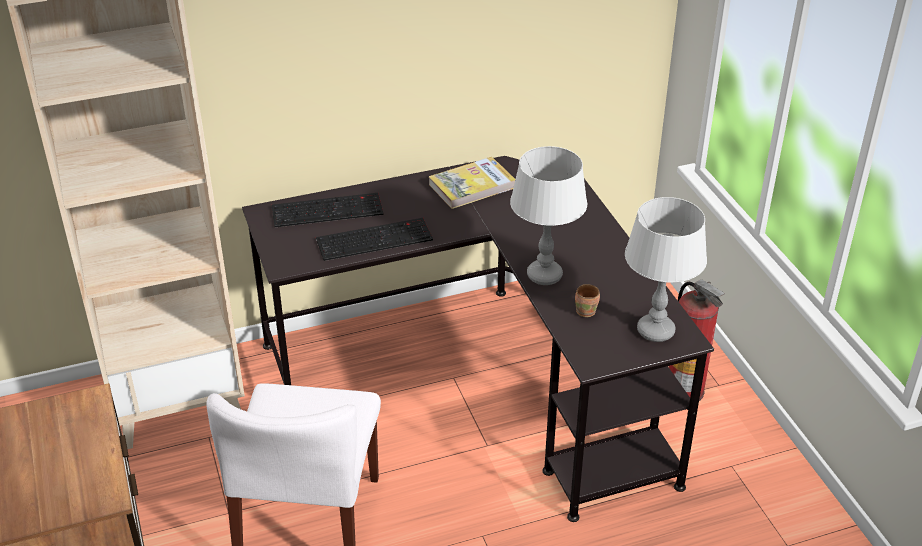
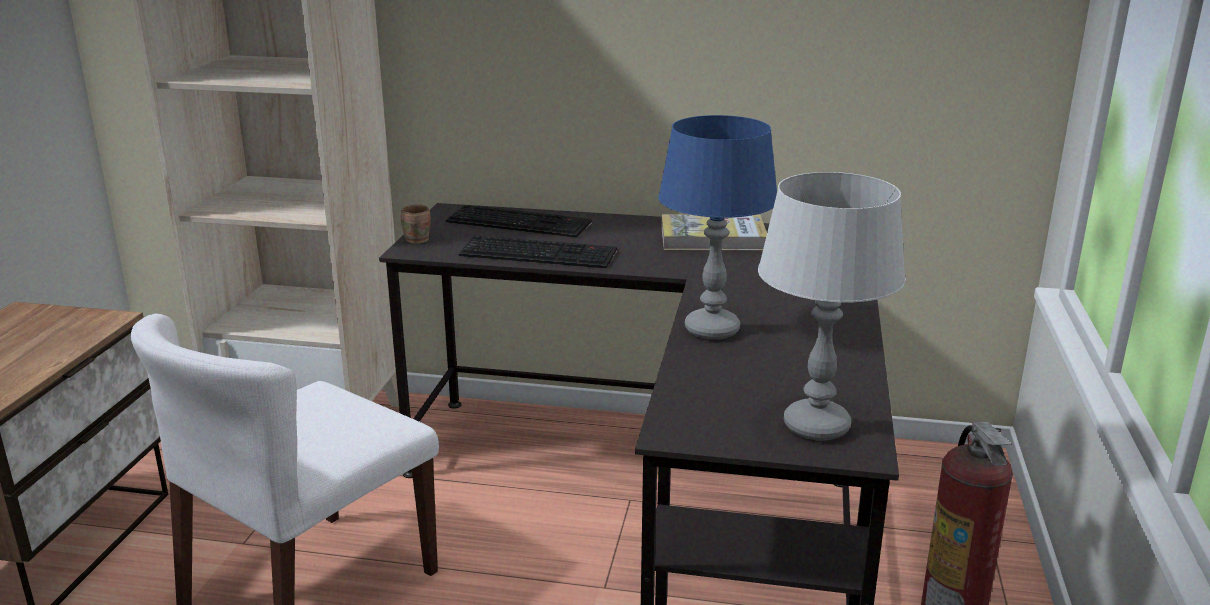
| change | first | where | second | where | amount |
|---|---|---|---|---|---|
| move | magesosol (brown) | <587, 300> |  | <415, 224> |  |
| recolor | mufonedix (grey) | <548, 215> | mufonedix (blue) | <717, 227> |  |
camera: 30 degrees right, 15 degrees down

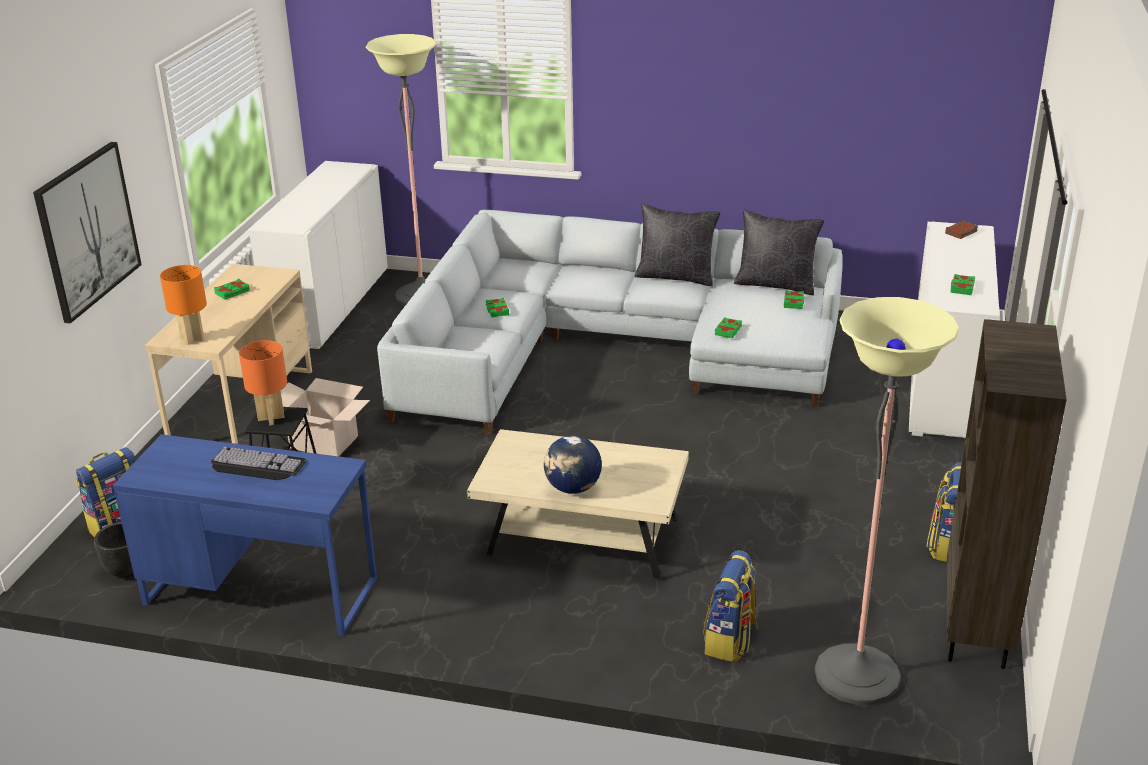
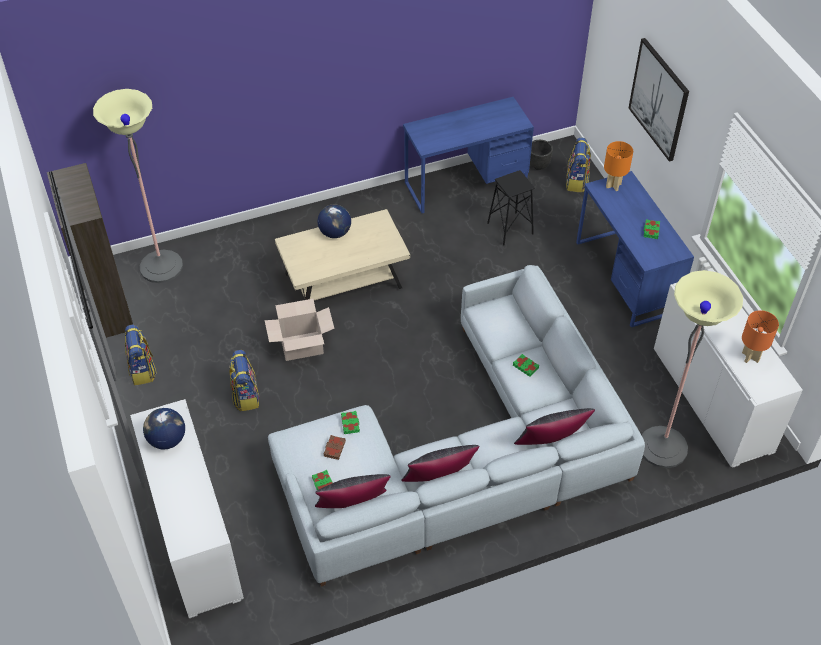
| change | first | where | second | where | amount |
|---|---|---|---|---|---|
| replace | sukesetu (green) | <963, 284> | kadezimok | <164, 428> |  |
| move | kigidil | <730, 606> |  | <244, 380> |  |
| move | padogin | <325, 417> |  | <300, 330> |  |
| move | sukesetu (brown) | <961, 229> |  | <334, 447> |  |
| insert |  |  | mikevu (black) | <554, 426> |  |
| recolor | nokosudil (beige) | <228, 354> | nokosudil (blue) | <635, 249> |  |
| move | mufonedix (orange) | <263, 382> |  | <760, 336> |  |
| delete | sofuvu | <259, 463> |  |  |  |
camera: 145 degrees right, 20 degrees up

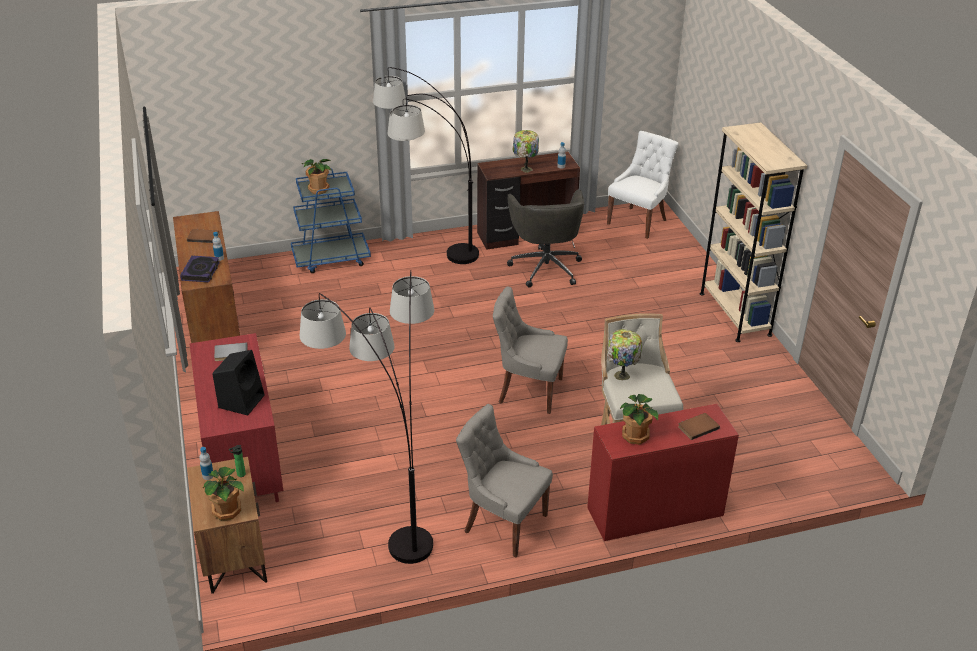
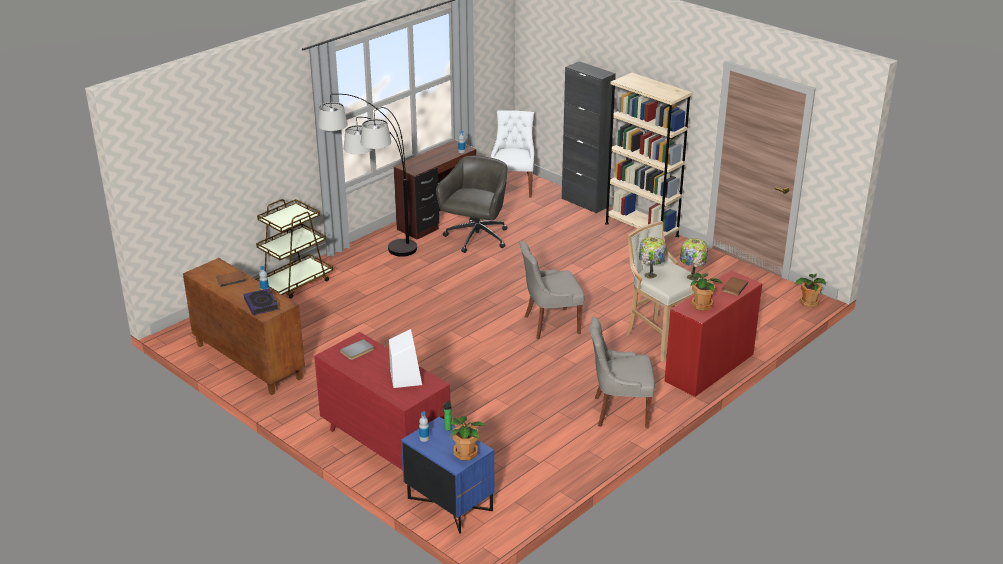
| change | first | where | second | where | amount |
|---|---|---|---|---|---|
| recolor | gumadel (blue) | <331, 221> | gumadel (brown) | <294, 249> |  |
| recolor | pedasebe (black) | <239, 383> | pedasebe (white) | <405, 358> |  |
| recolor | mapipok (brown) | <227, 525> | mapipok (blue) | <447, 475> |  |
| rotate | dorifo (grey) | <545, 238> |  | <471, 204> | 120 degrees counterclockwise |
| insert |  |  | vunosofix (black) | <589, 137> |  |
| move | mufonedix | <525, 151> |  | <694, 259> |  |
| move | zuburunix | <316, 177> |  | <810, 291> |  |
| delete | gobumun | <367, 417> |  |  |  |
camera: 30 degrees left, 5 degrees down

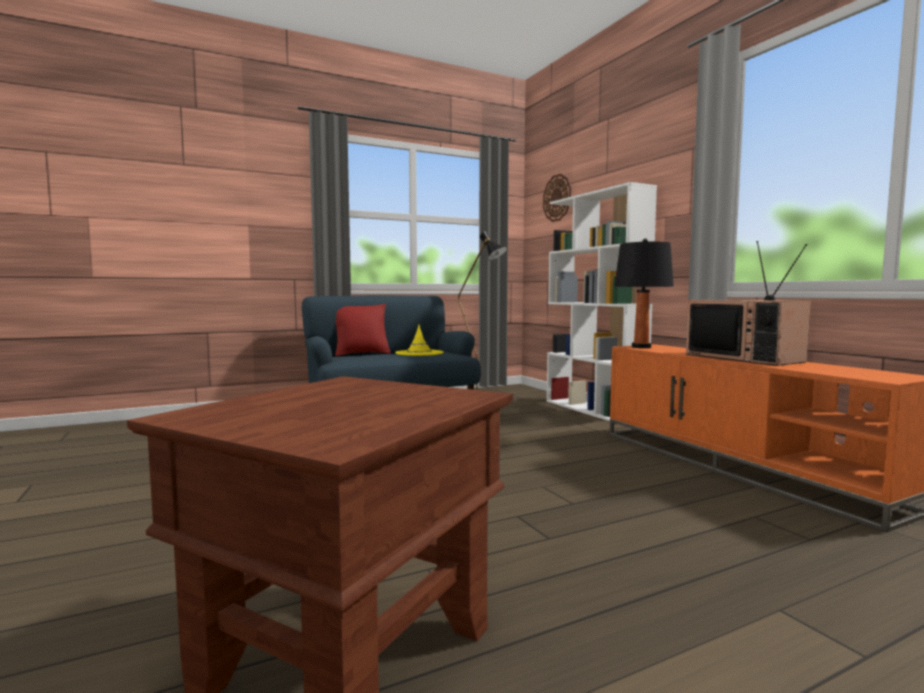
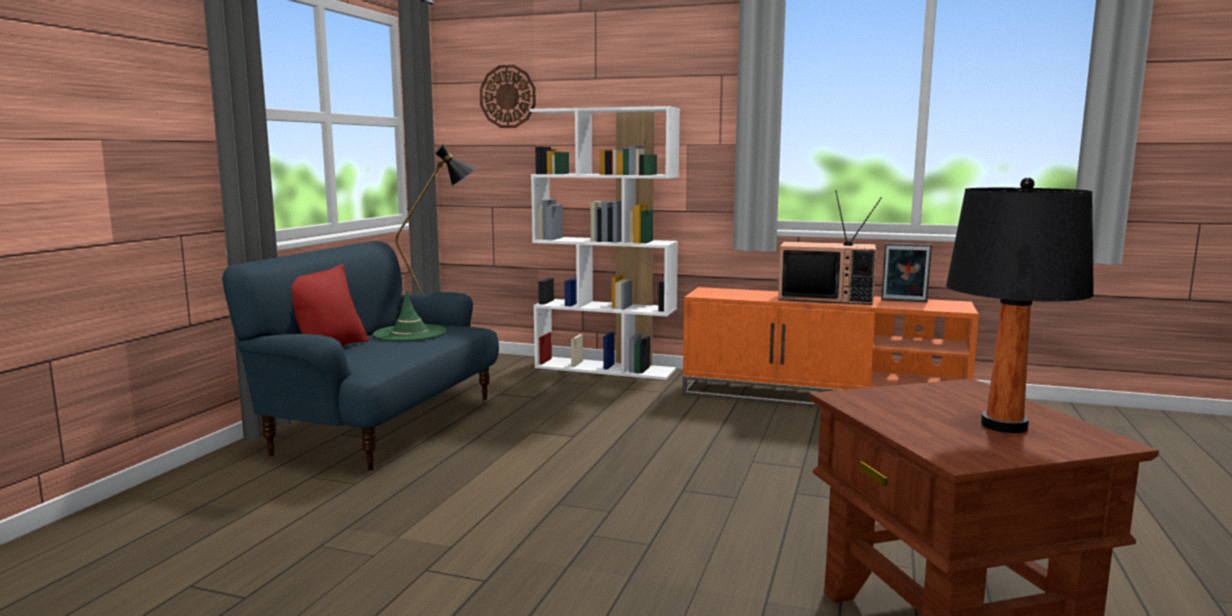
| change | first | where | second | where | amount |
|---|---|---|---|---|---|
| recolor | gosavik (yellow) | <419, 340> | gosavik (green) | <410, 315> |  |
| insert |  |  | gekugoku | <906, 272> |  |
| move | mufonedix (black) | <644, 293> |  | <1020, 305> |  |
camera: 45 degrees left, 5 degrees up

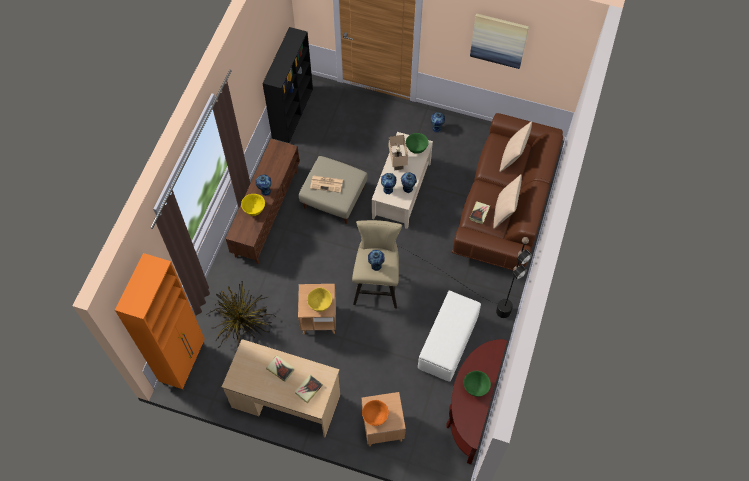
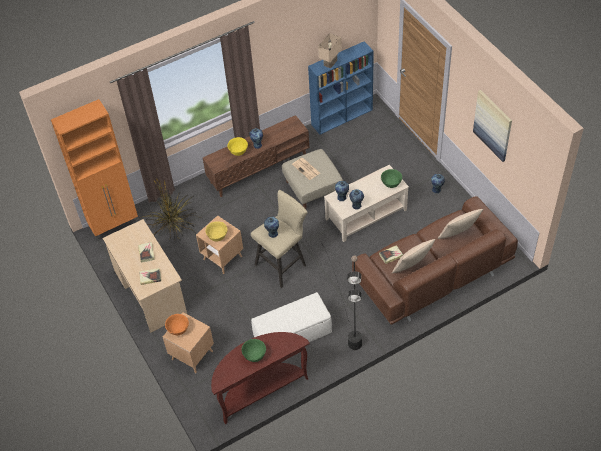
| change | first | where | second | where | amount |
|---|---|---|---|---|---|
| recolor | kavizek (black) | <288, 85> | kavizek (blue) | <341, 88> |  |
| move | mufonedix (beige) | <398, 152> |  | <330, 51> |  |
camera: 45 degrees right, 10 degrees down

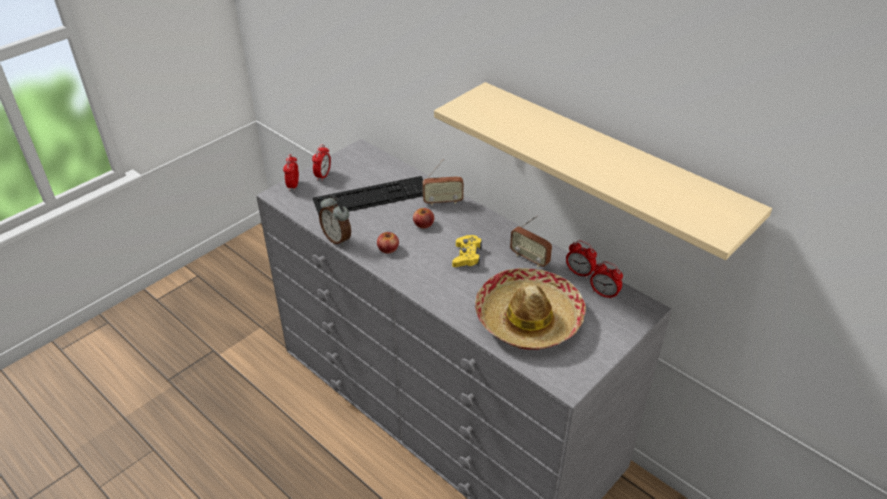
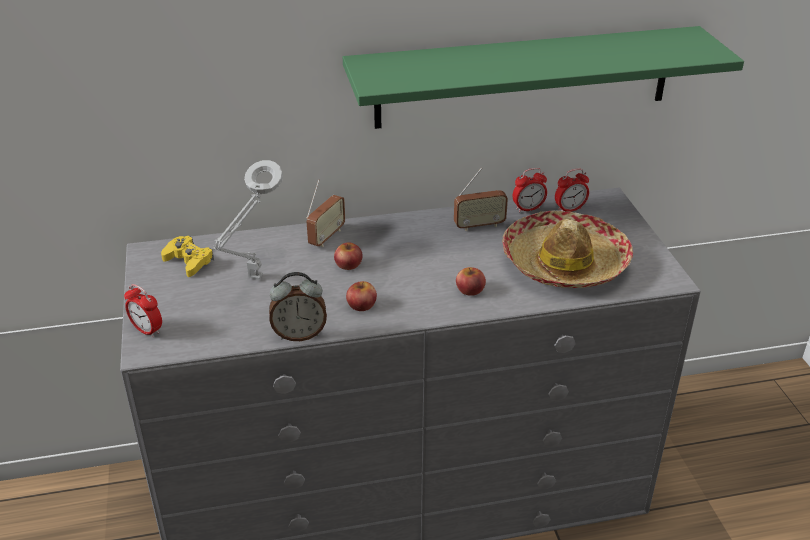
| change | first | where | second | where | amount |
|---|---|---|---|---|---|
| move | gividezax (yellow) | <467, 251> |  | <187, 256> |  |
| replace | sofuvu | <368, 195> | mufonedix (grey) | <247, 220> |  |
| recolor | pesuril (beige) | <603, 171> | pesuril (green) | <543, 77> |  |
| insert |  |  | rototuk | <471, 281> |  |
| delete | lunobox | <321, 162> |  |  |  |
camera: 55 degrees left, 5 degrees down

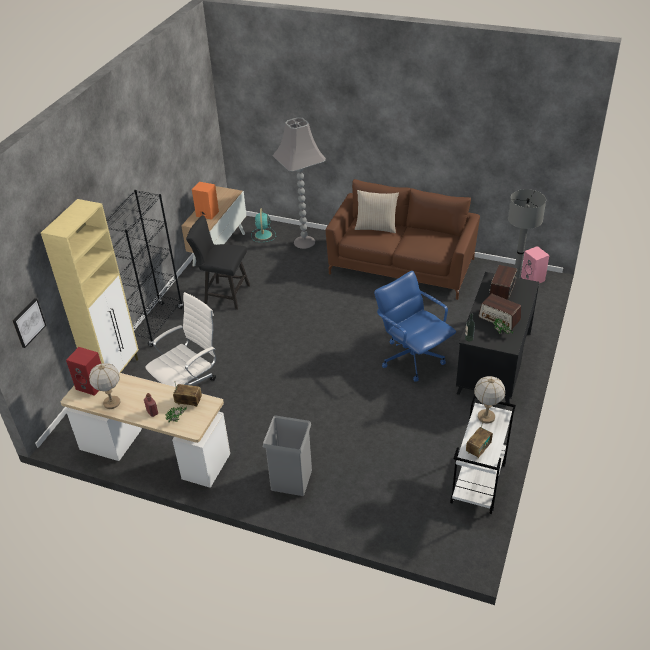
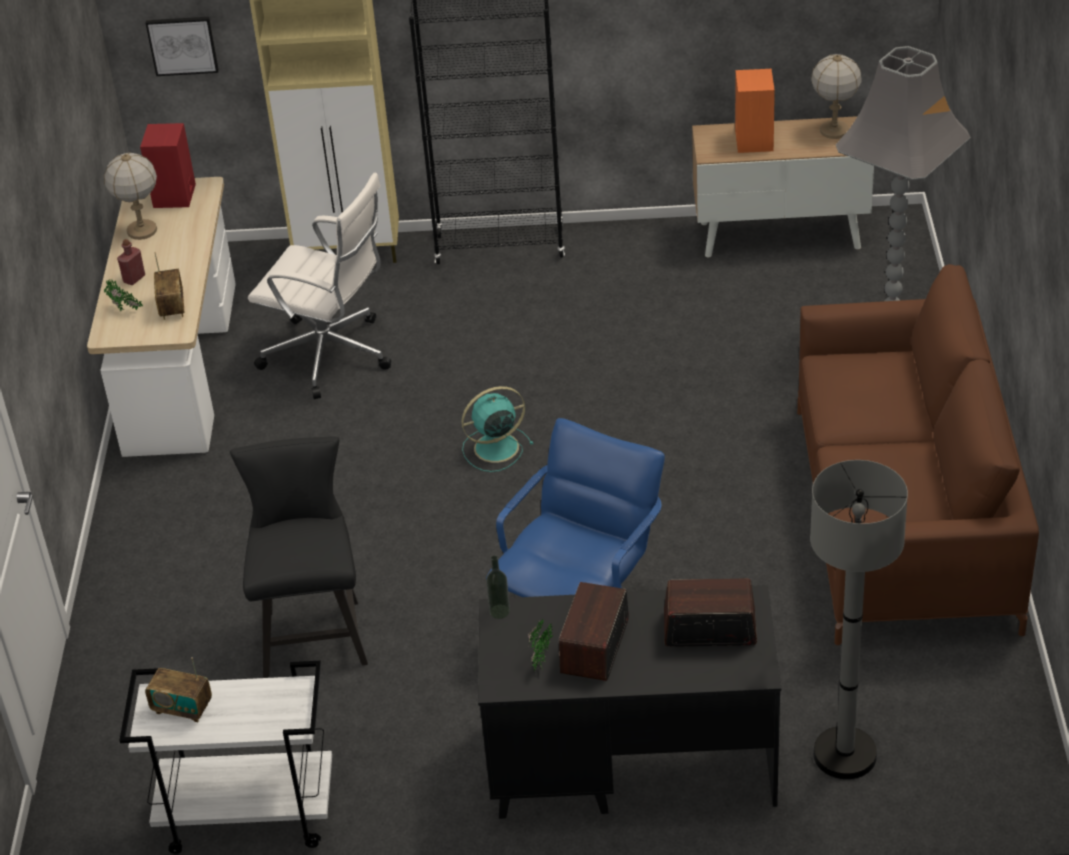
| change | first | where | second | where | amount |
|---|---|---|---|---|---|
| move | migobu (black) | <218, 262> |  | <299, 557> |  |
| move | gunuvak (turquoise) | <263, 225> |  | <497, 429> |  |
| move | mufonedix | <489, 399> |  | <836, 96> |  |
| delete | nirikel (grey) | <287, 455> |  |  |  |
| delete | mikevu (beige) | <377, 211> |  |  |  |
| delete | pedasebe (pink) | <535, 264> |  |  |  |
camera: 70 degrees right, 0 degrees up

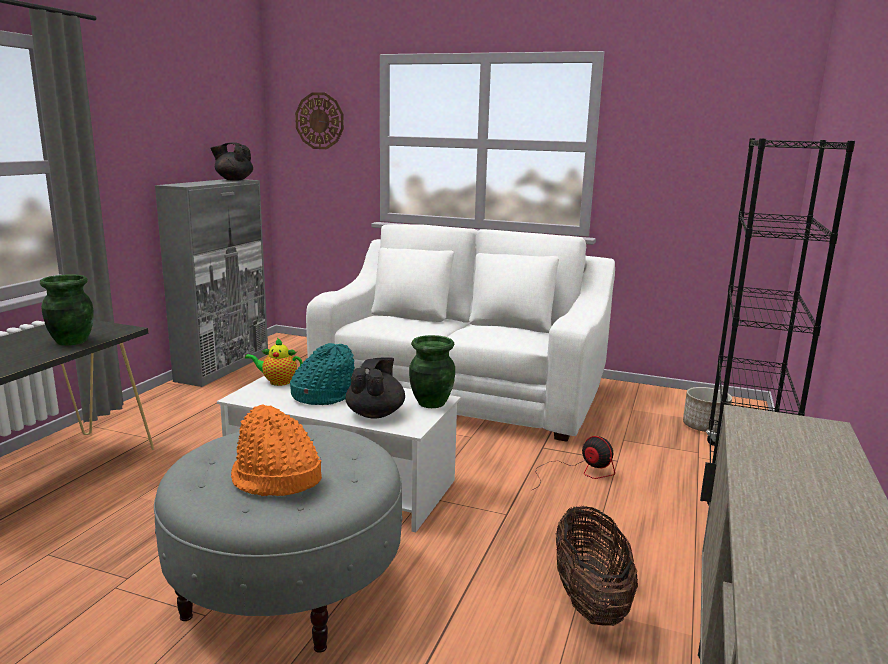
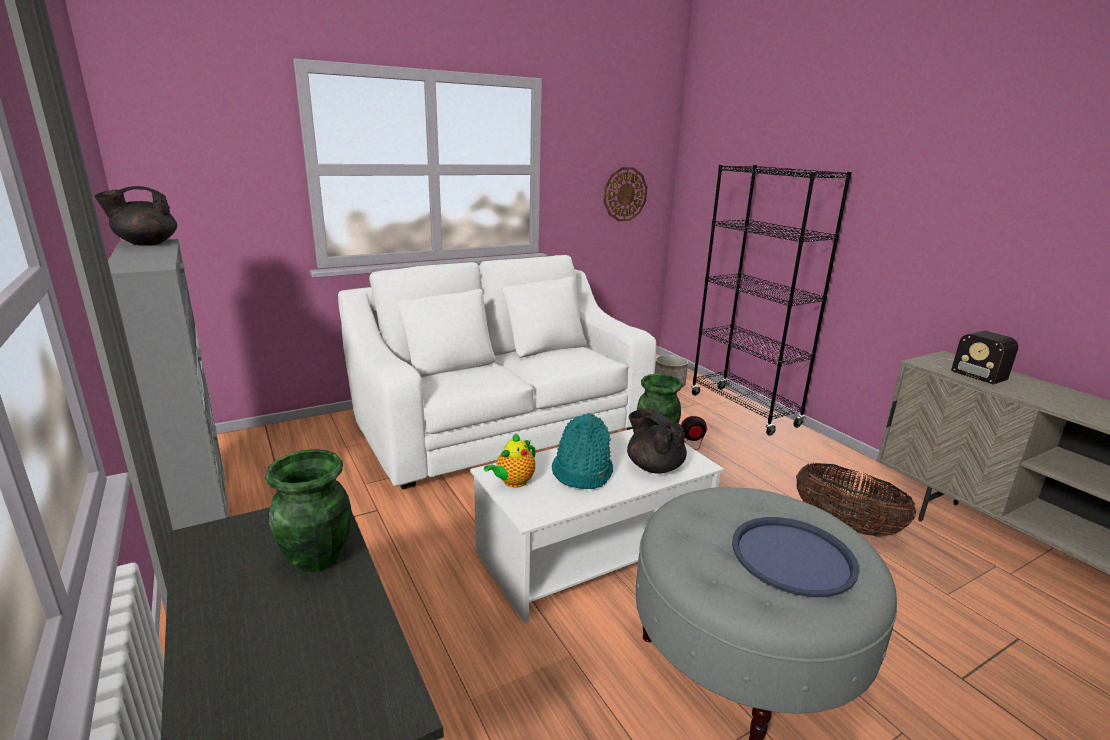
| change | first | where | second | where | amount |
|---|---|---|---|---|---|
| move | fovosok | <319, 120> |  | <625, 194> |  |
| replace | gosavik (orange) | <276, 450> | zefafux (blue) | <796, 557> |  |
| insert |  |  | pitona | <974, 358> |  |
camera: 50 degrees left, 5 degrees up

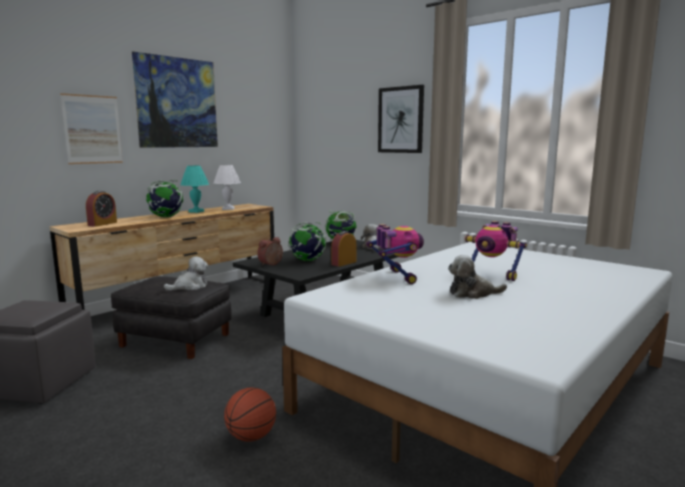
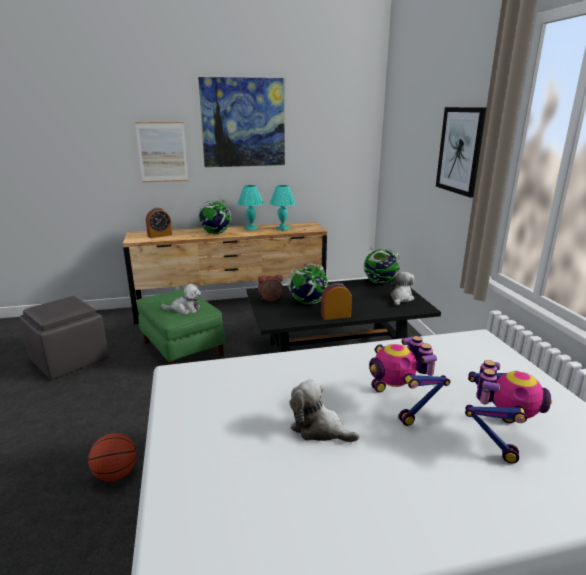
| change | first | where | second | where | amount |
|---|---|---|---|---|---|
| recolor | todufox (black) | <171, 317> | todufox (green) | <181, 327> |  |
| recolor | mufonedix (white) | <227, 187> | mufonedix (turquoise) | <283, 208> |  |
| move | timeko | <395, 254> |  | <508, 411> |  |
camera: 35 degrees right, 10 degrees up

